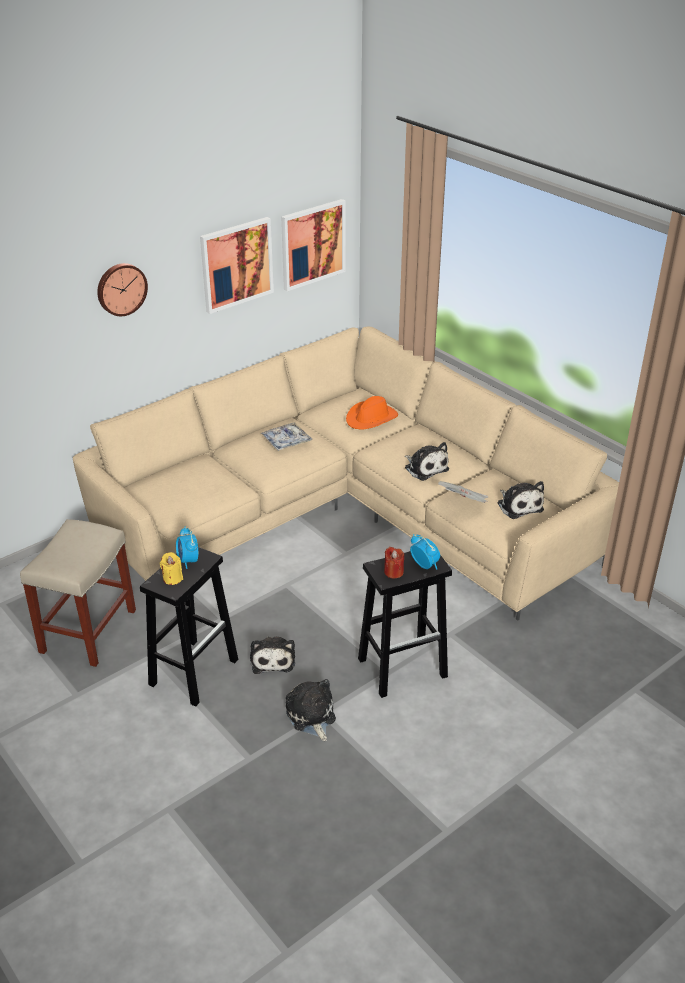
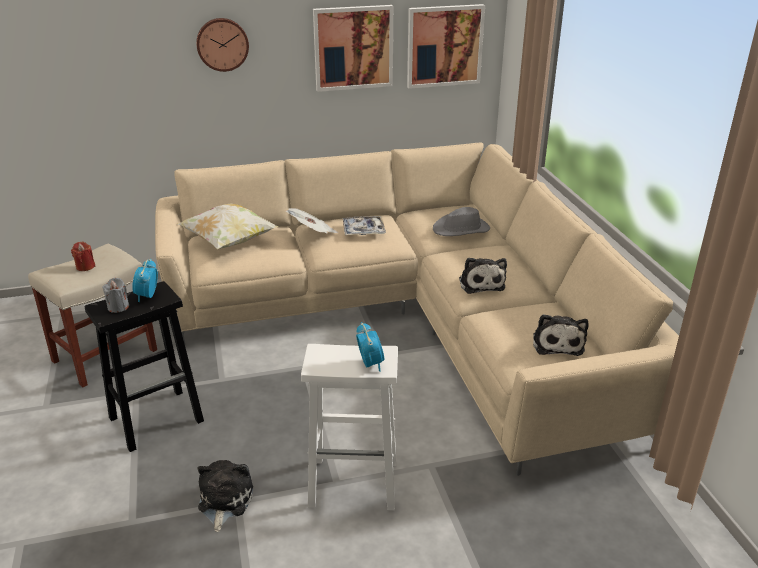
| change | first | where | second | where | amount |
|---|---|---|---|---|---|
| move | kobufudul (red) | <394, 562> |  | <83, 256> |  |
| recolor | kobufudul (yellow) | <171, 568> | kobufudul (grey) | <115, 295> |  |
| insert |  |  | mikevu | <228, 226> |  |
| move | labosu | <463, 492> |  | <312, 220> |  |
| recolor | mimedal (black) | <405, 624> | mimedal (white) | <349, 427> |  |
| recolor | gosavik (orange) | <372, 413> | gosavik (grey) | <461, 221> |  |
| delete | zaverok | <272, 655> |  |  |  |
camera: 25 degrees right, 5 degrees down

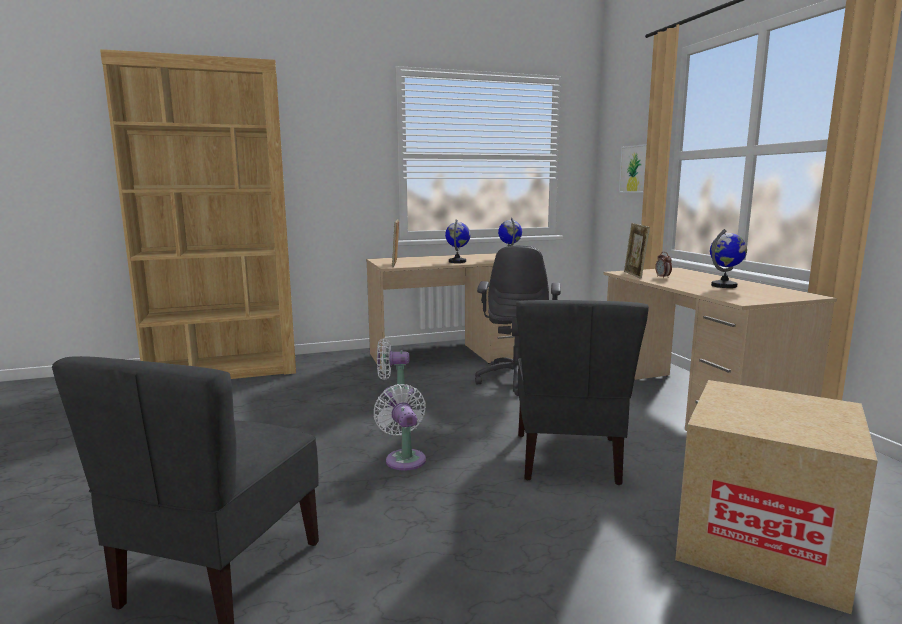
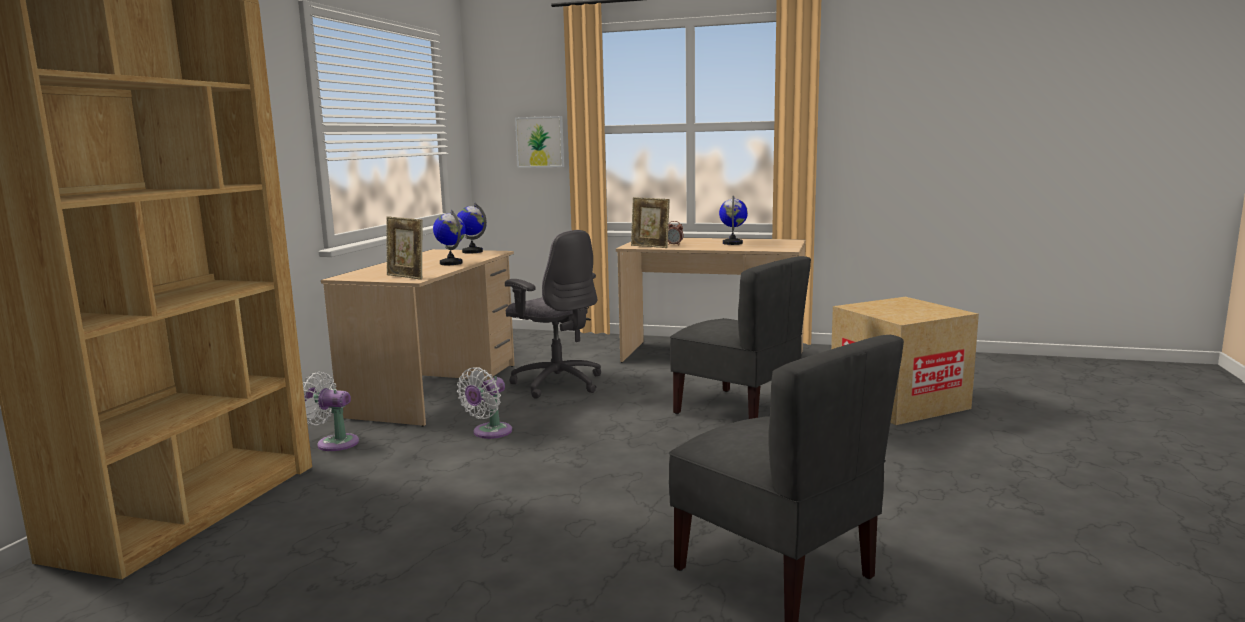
| change | first | where | second | where | amount |
|---|---|---|---|---|---|
| move | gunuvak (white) | <400, 427> |  | <331, 411> |  |
camera: 55 degrees left, 0 degrees up

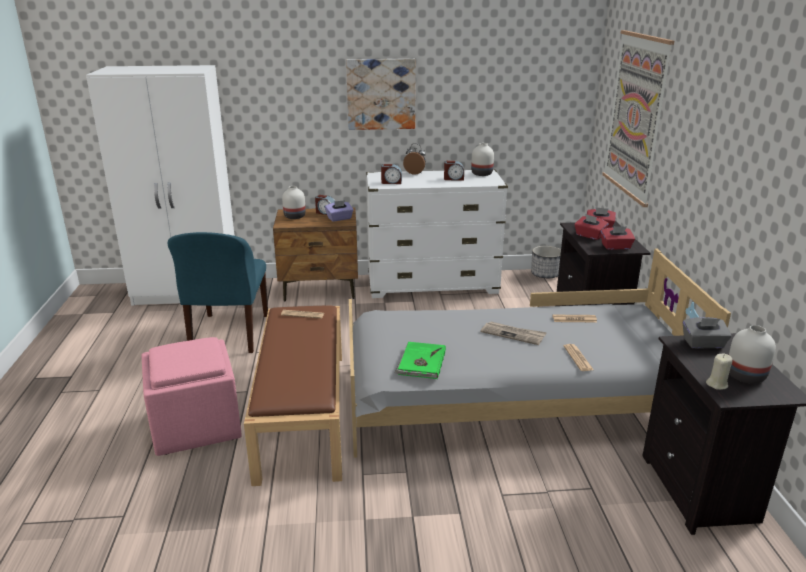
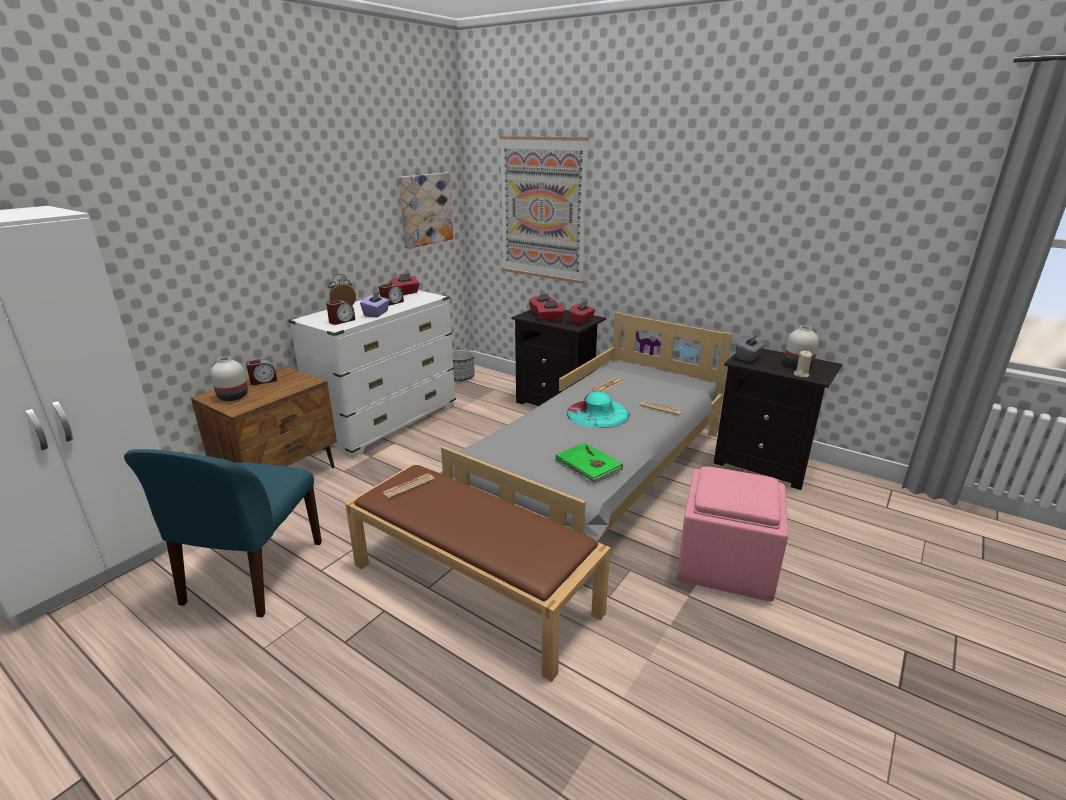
| change | first | where | second | where | amount |
|---|---|---|---|---|---|
| rotate | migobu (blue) | <218, 292> |  | <223, 533> | 60 degrees clockwise |
| move | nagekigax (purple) | <339, 211> |  | <375, 304> |  |
| replace | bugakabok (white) | <482, 159> | nagekigax (red) | <404, 284> |  |
| move | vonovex | <381, 94> |  | <426, 211> |  |
| replace | labosu | <514, 333> | gosavik (turquoise) | <598, 409> |  |
| move | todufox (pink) | <192, 396> |  | <732, 533> |  |
camera: 50 degrees left, 0 degrees up

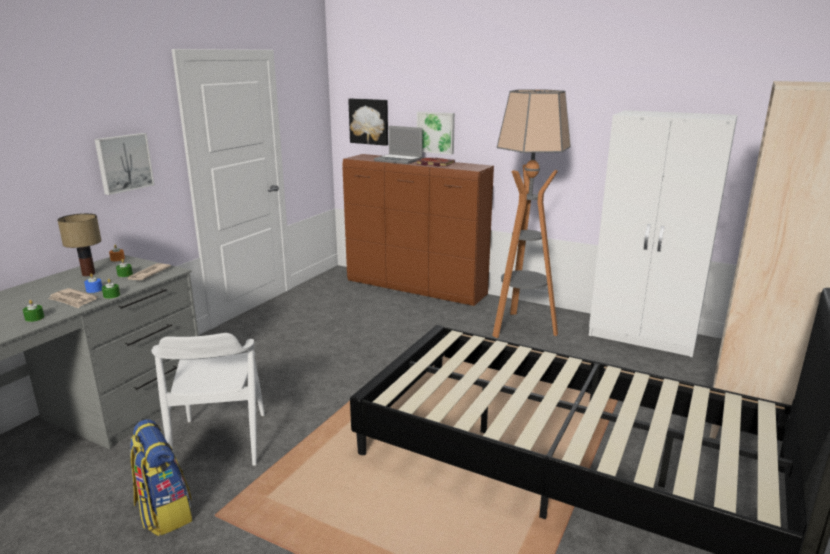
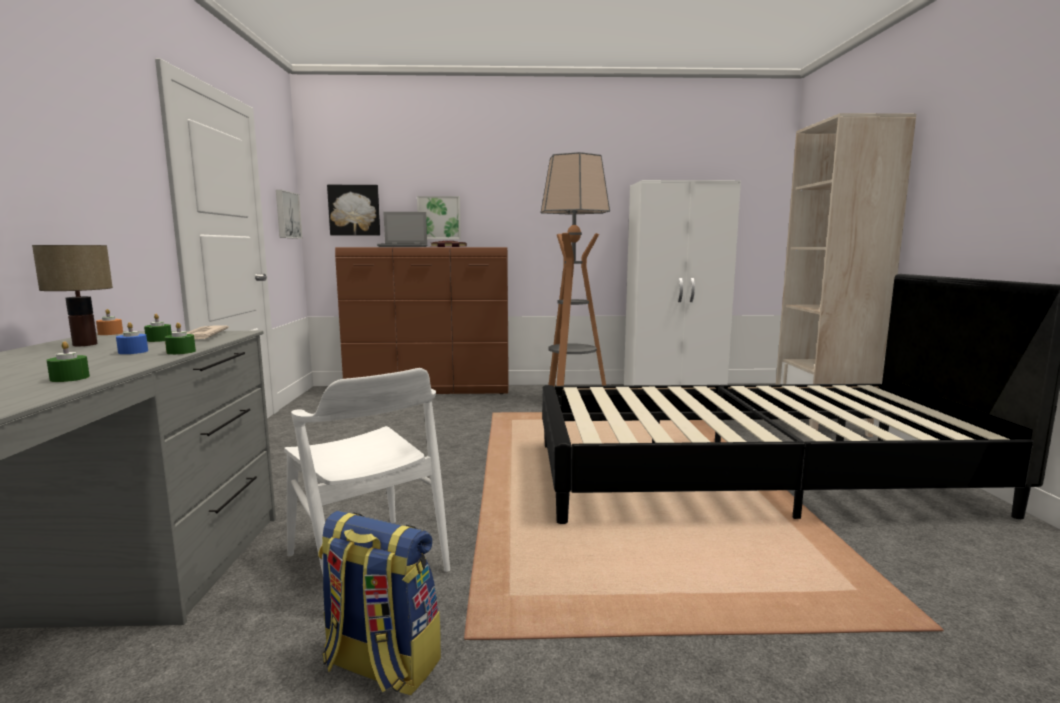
| change | first | where | second | where | amount |
|---|---|---|---|---|---|
| move | vonovex | <125, 164> |  | <289, 214> |  |
| delete | labosu | <73, 298> |  |  |  |
camera: 30 degrees left, 10 degrees down

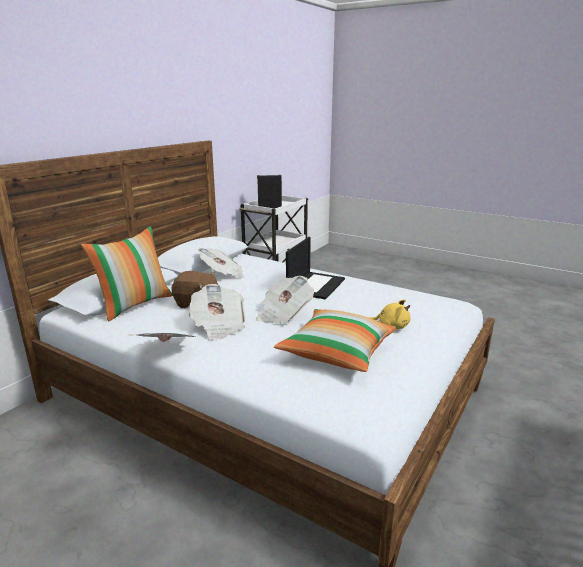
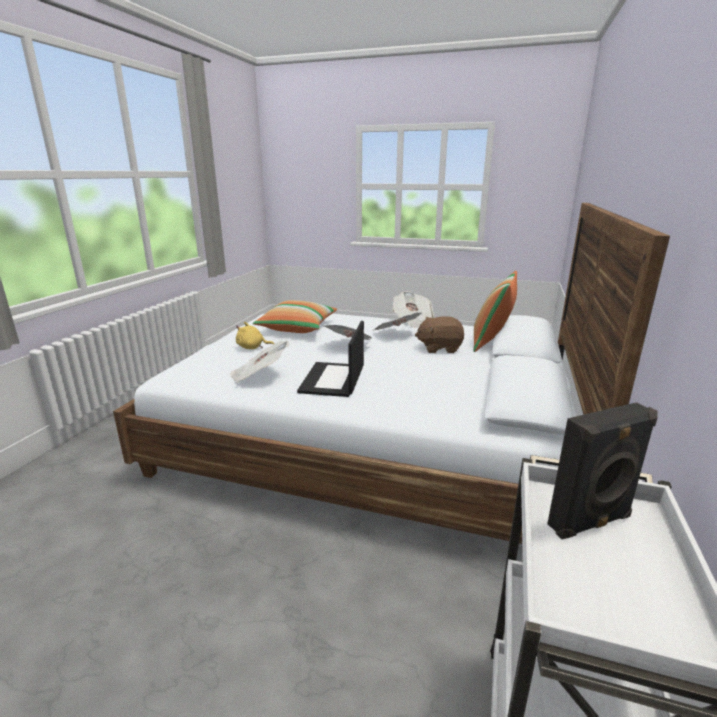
| change | first | where | second | where | amount |
|---|---|---|---|---|---|
| move | labosu | <220, 263> |  | <259, 362> |  |
camera: 165 degrees right, 0 degrees up

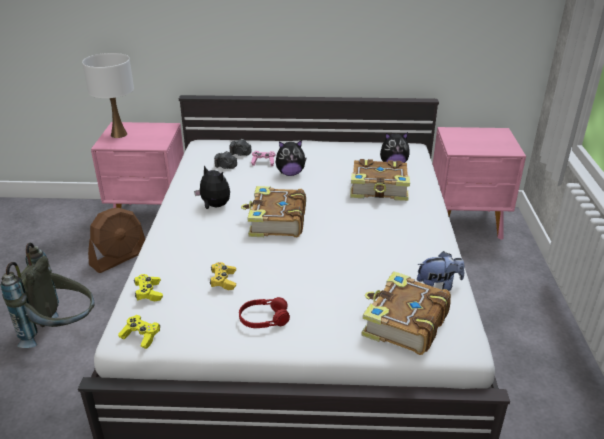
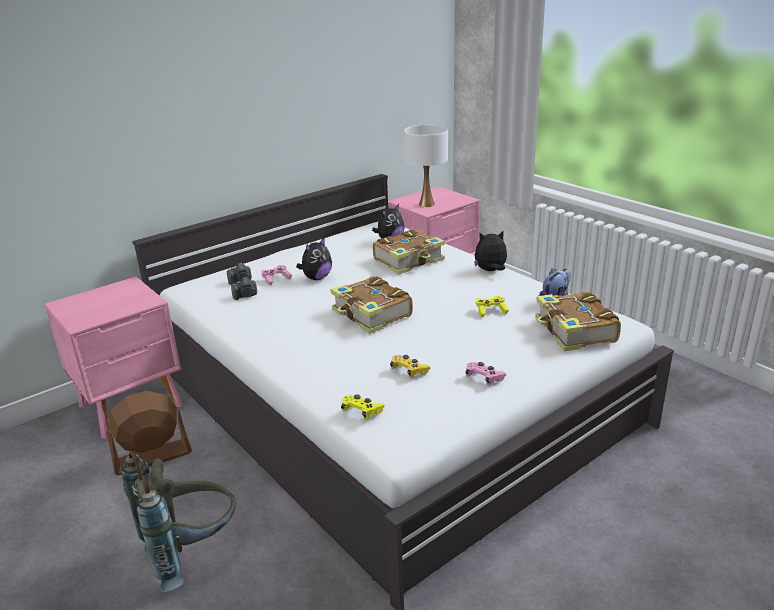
| change | first | where | second | where | amount |
|---|---|---|---|---|---|
| rotate | gunuvak (brown) | <116, 240> |  | <149, 433> | 120 degrees counterclockwise |
| move | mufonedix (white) | <108, 95> |  | <426, 165> |  |
| replace | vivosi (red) | <264, 312> | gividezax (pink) | <485, 374> |  |
| move | zaverok | <212, 187> |  | <491, 250> |  |
| move | gividezax (yellow) | <139, 332> |  | <492, 306> |  |
camera: 40 degrees left, 5 degrees down

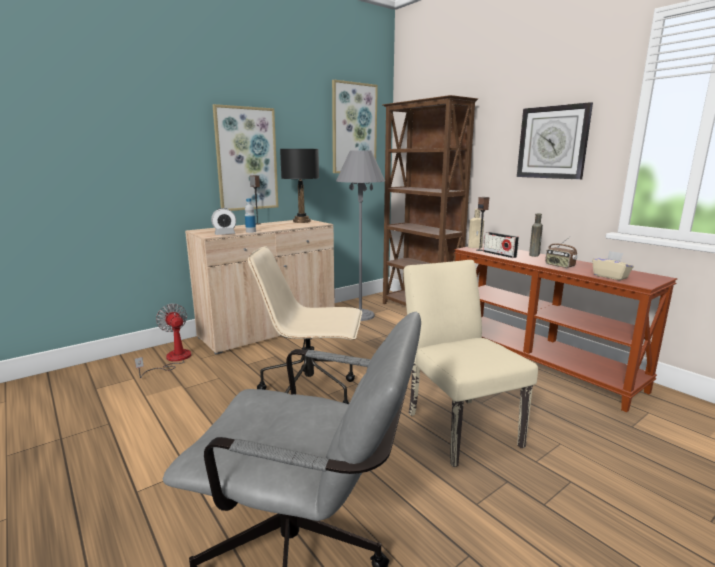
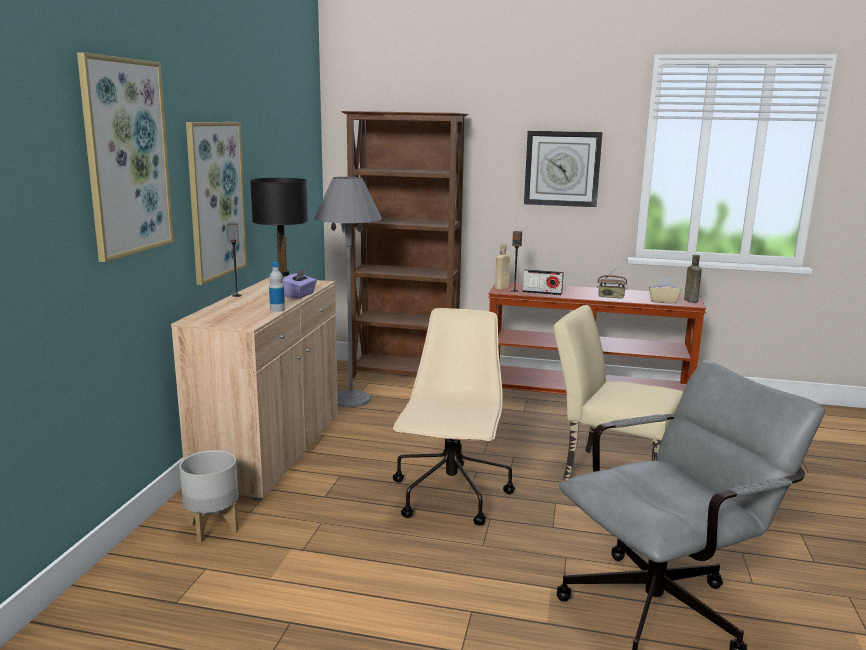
| change | first | where | second | where | amount |
|---|---|---|---|---|---|
| move | vonovex | <355, 126> |  | <125, 157> |  |
| replace | gunuvak | <163, 340> | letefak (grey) | <208, 496> |  |
| insert |  |  | nagekigax (purple) | <299, 283> |  |
| rotate | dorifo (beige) | <305, 325> |  | <454, 417> | 135 degrees clockwise |
| move | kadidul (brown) | <536, 235> |  | <693, 279> |  |
| delete | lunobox | <223, 221> |  |  |  |
camera: 40 degrees left, 0 degrees up

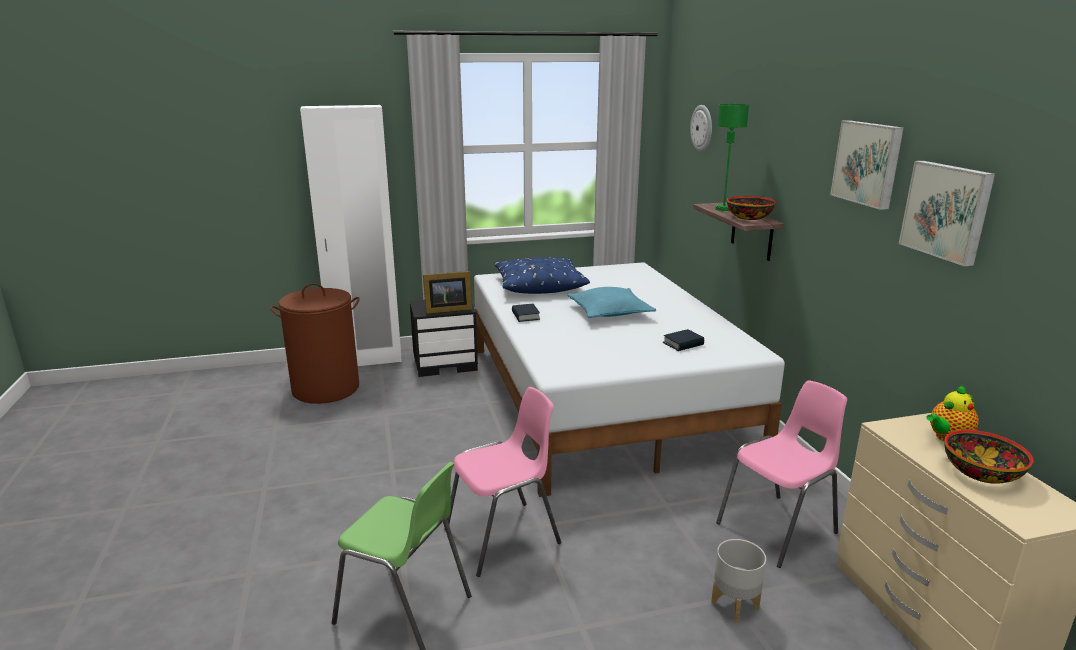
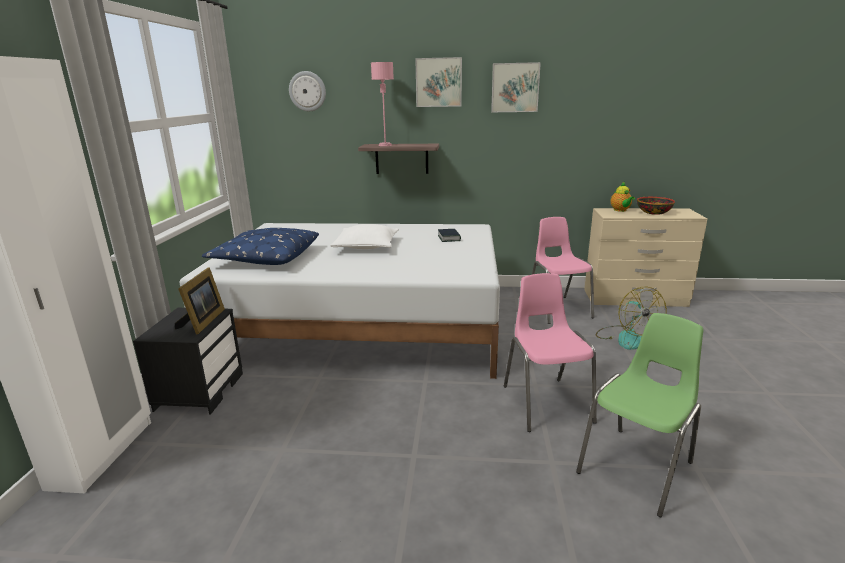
| change | first | where | second | where | amount |
|---|---|---|---|---|---|
| recolor | mikevu (turquoise) | <611, 302> | mikevu (white) | <364, 236> |  |
| recolor | mufonedix (green) | <732, 157> | mufonedix (pink) | <382, 104> |  |
| move | vonovex | <947, 213> |  | <438, 82> |  |
| replace | letefak (grey) | <738, 581> | gunuvak | <631, 318> |  |
| delete | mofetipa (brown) | <315, 343> |  |  |  |
| delete | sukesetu | <526, 313> |  |  |  |
| delete | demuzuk | <751, 208> |  |  |  |
camera: 70 degrees left, 0 degrees up

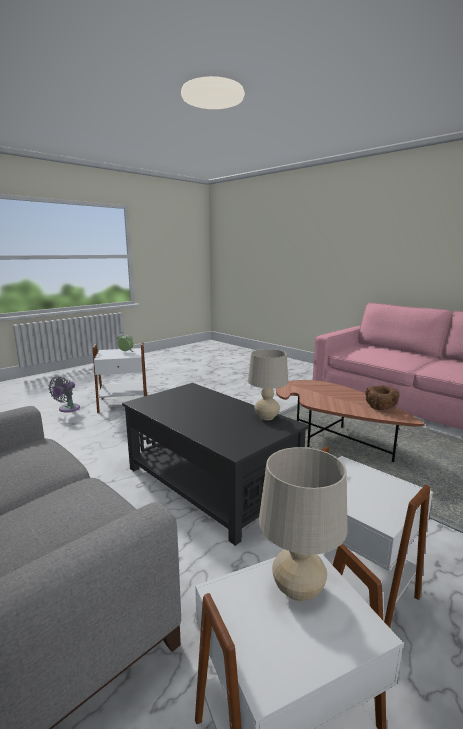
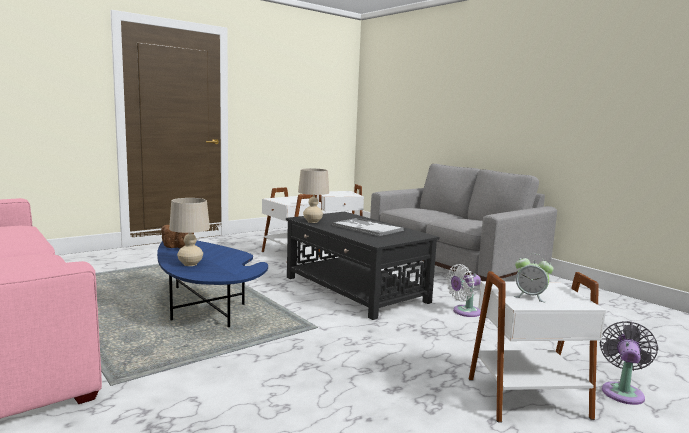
| change | first | where | second | where | amount |
|---|---|---|---|---|---|
| recolor | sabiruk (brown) | <350, 421> | sabiruk (blue) | <212, 284> |  |
| move | mufonedix (beige) | <303, 524> |  | <189, 232> |  |
| insert |  |  | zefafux | <368, 227> |  |
| insert |  |  | gunuvak (white) | <463, 290> |  |
camera: 175 degrees left, 5 degrees down

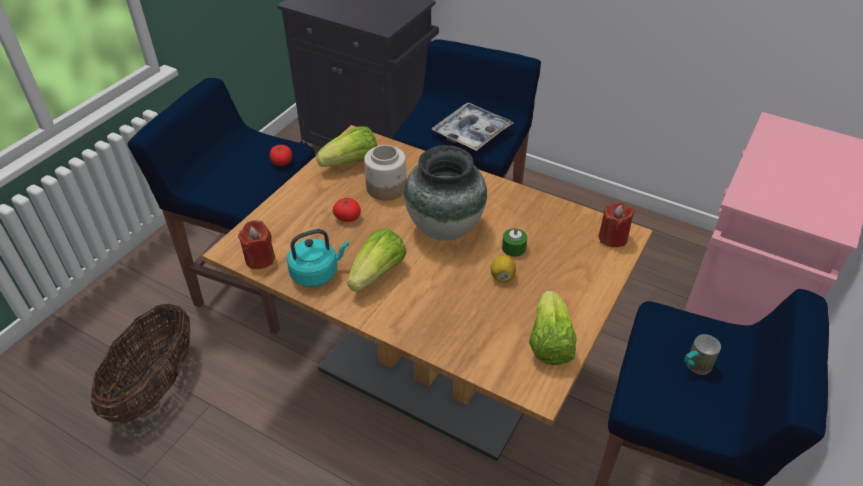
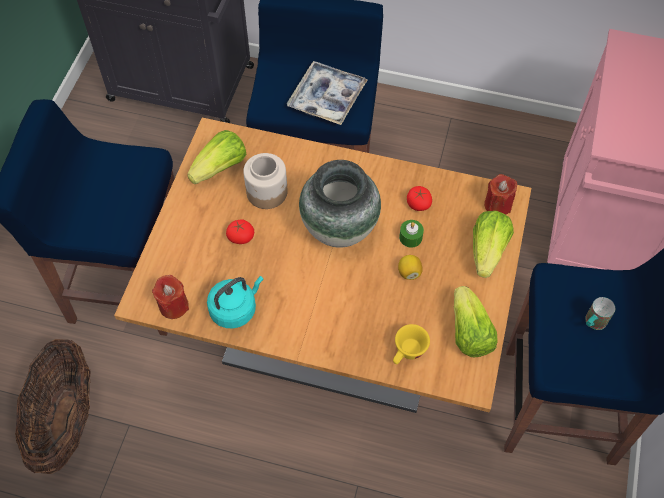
| change | first | where | second | where | amount |
|---|---|---|---|---|---|
| insert |  |  | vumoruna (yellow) | <411, 344> |  |
| move | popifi | <281, 155> |  | <419, 198> |  |
| move | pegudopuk | <377, 260> |  | <493, 244> |  |
camera: 15 degrees left, 15 degrees up

